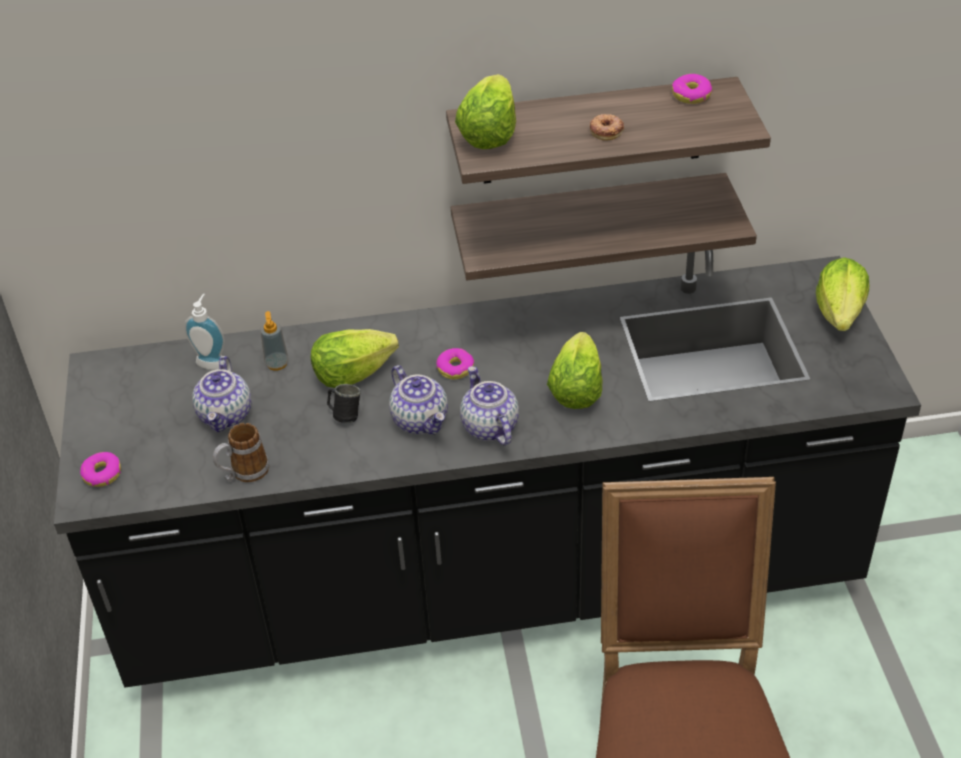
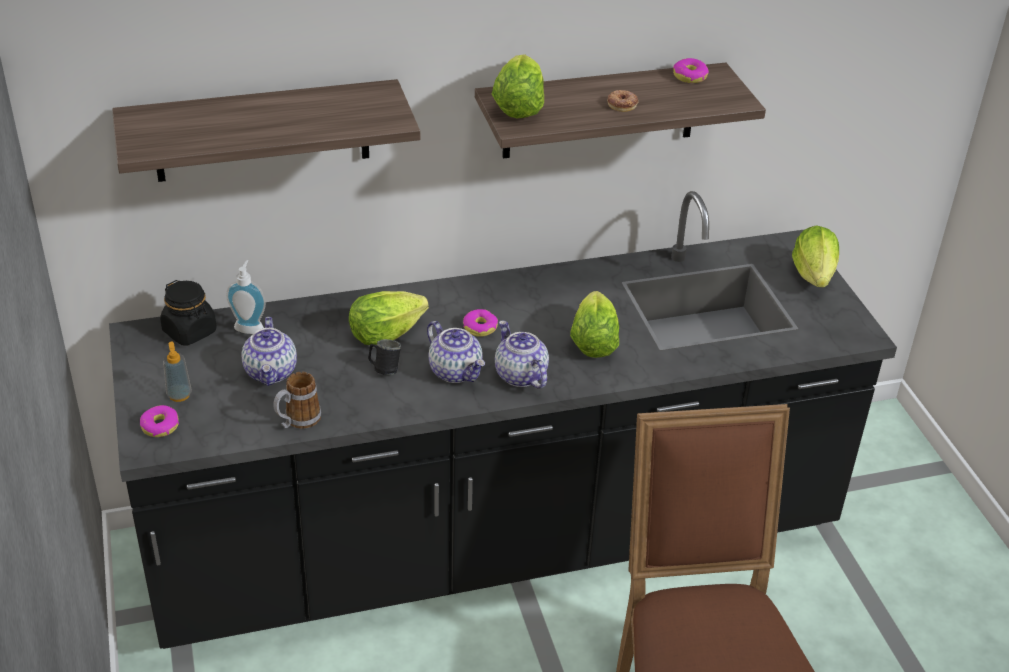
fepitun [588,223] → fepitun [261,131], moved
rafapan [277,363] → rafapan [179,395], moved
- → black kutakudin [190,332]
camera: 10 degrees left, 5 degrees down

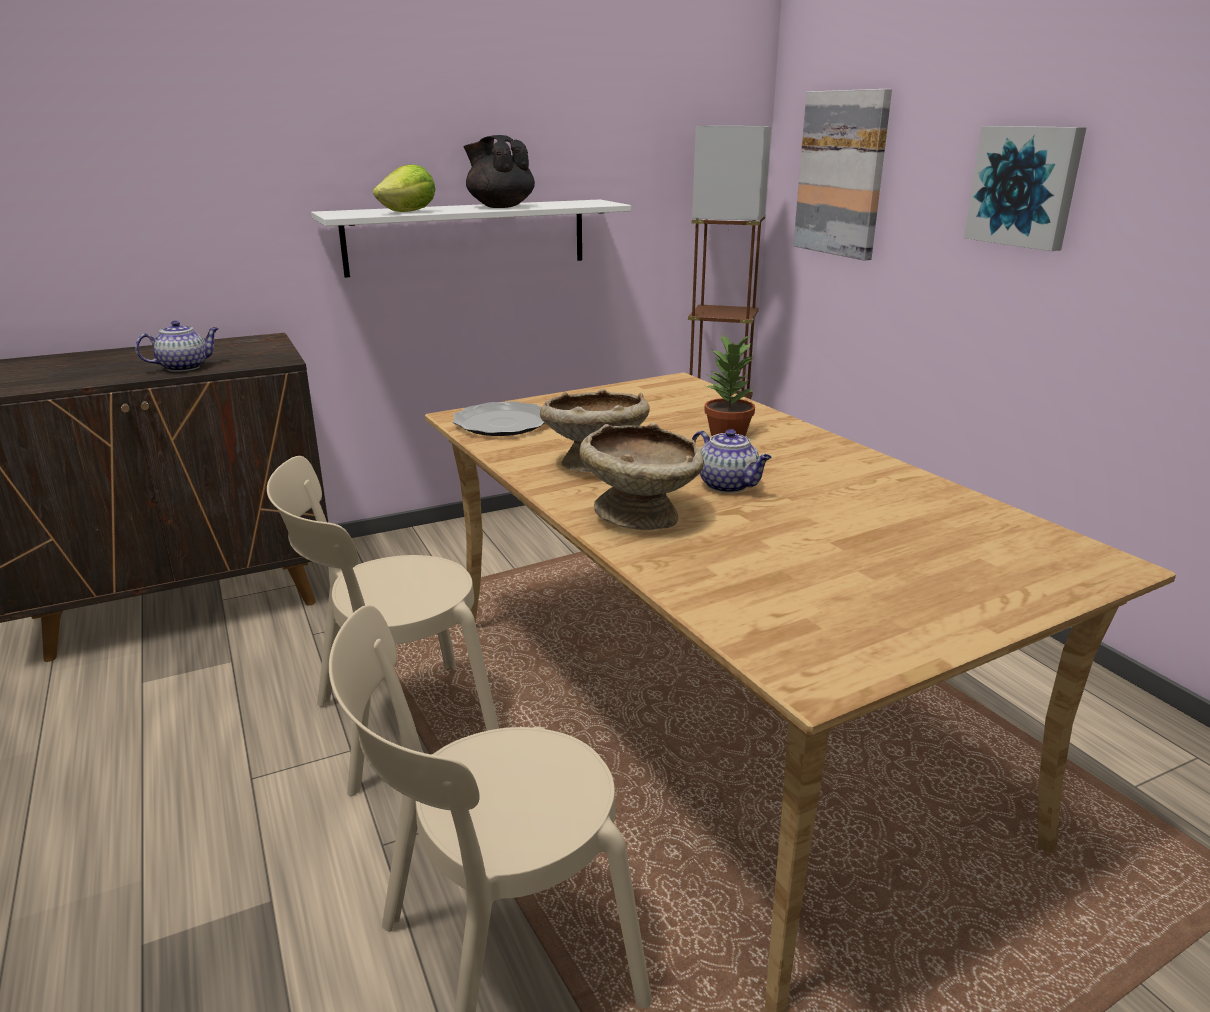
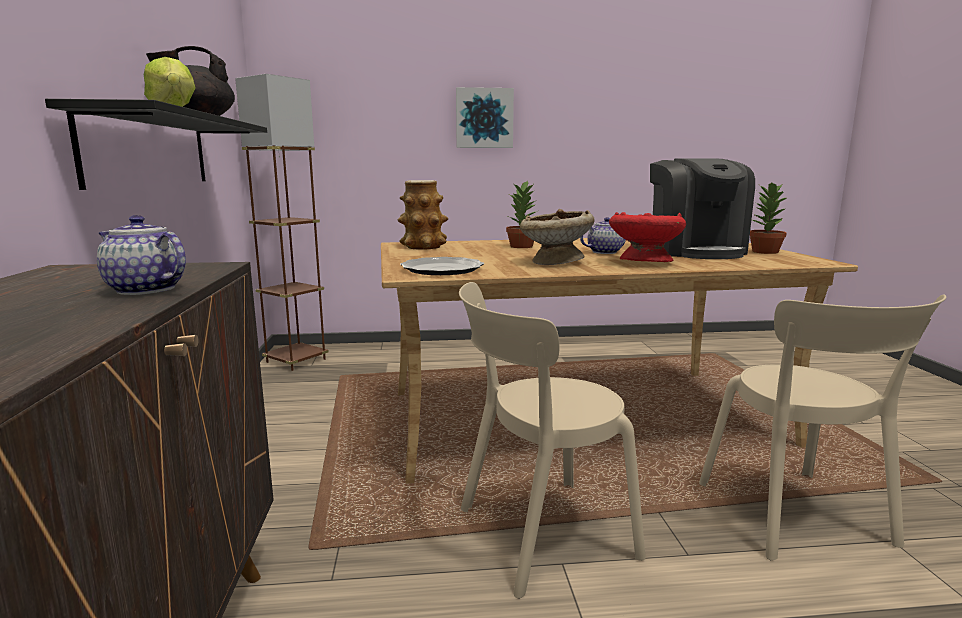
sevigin [842,174] → -
white fepitun [467,237] → black fepitun [150,151]
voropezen [184,367] → voropezen [144,289], 45 degrees counterclockwise
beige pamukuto [641,515] → red pamukuto [643,262]
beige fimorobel [396,727] → beige fimorobel [538,535], 75 degrees clockwise
- → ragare [695,251]
- → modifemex [423,247]
- → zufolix [764,252]
camera: 70 degrees left, 10 degrees down

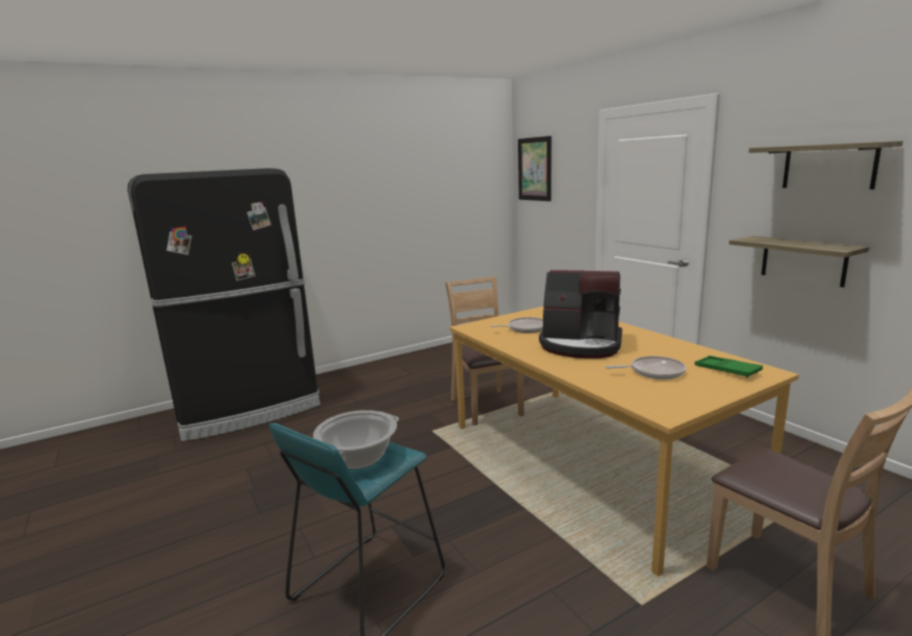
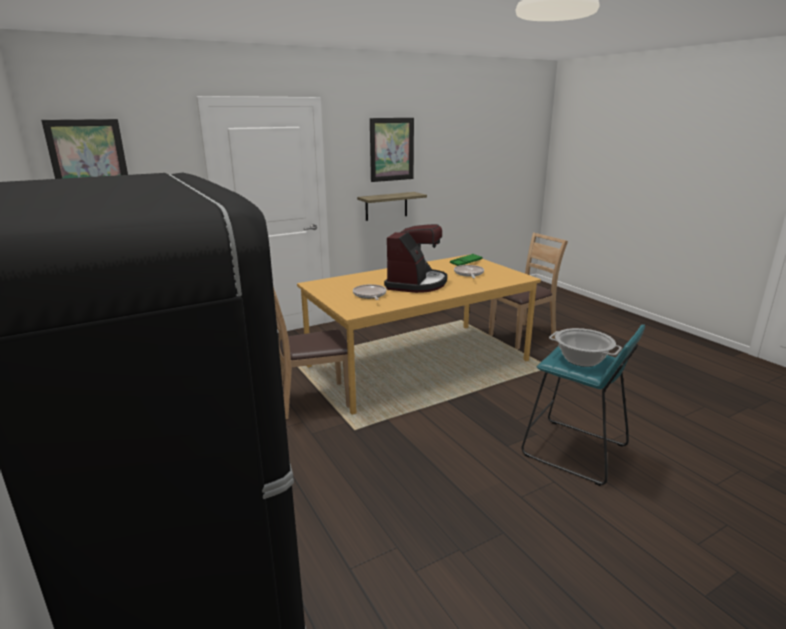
fepitun [829,166] → sevigin [392,149]
camera: 90 degrees left, 5 degrees up

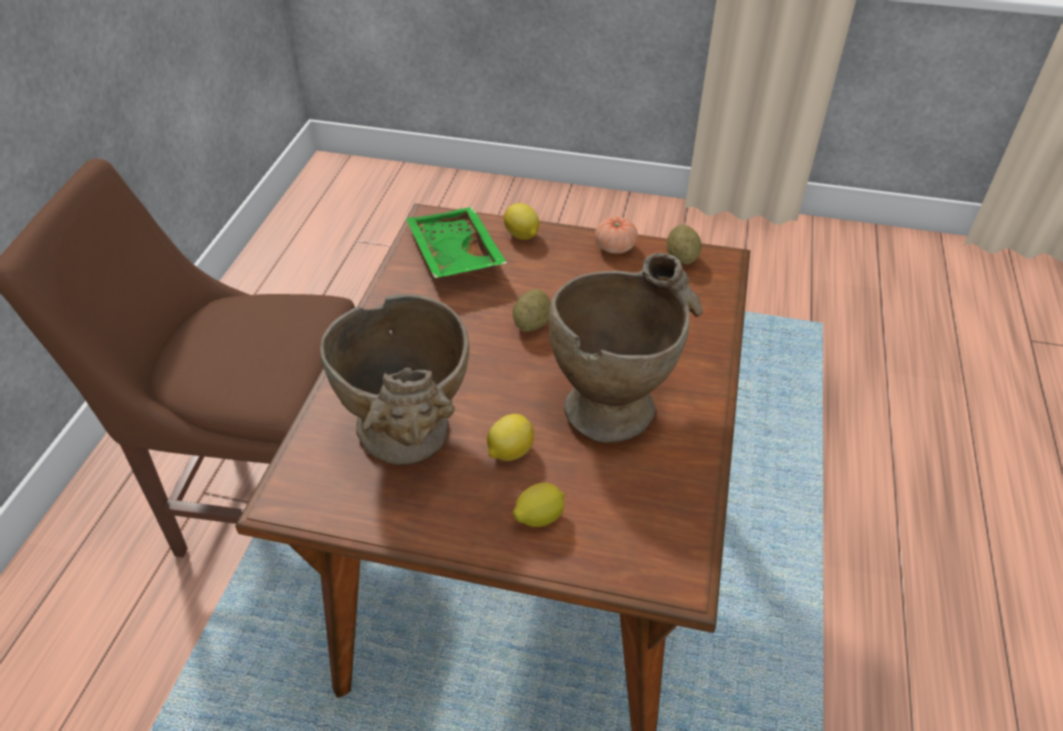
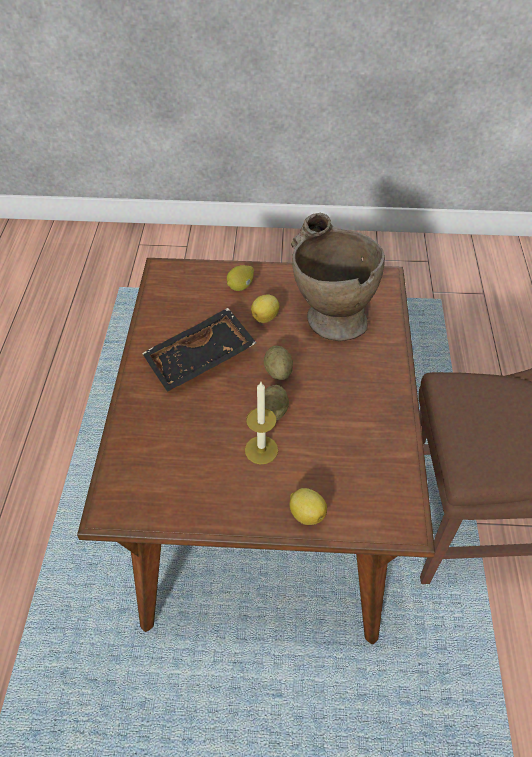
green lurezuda [453,255] → -
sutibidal [615,247] → -
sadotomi [681,257] → sadotomi [278,371], moved
beige modifemex [617,398] → black lurezuda [201,359]
- → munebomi [261,450]
camera: 170 degrees right, 5 degrees up

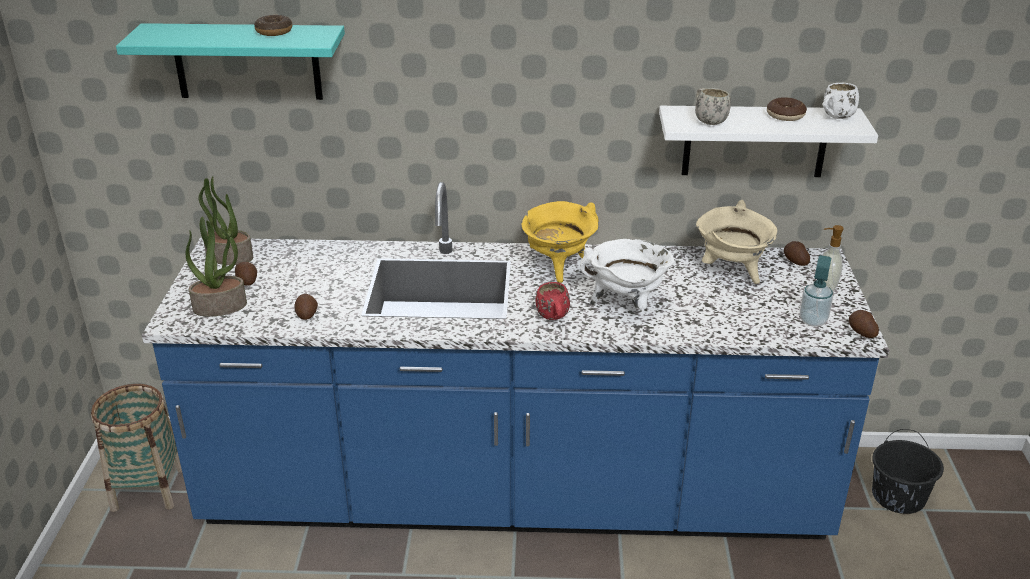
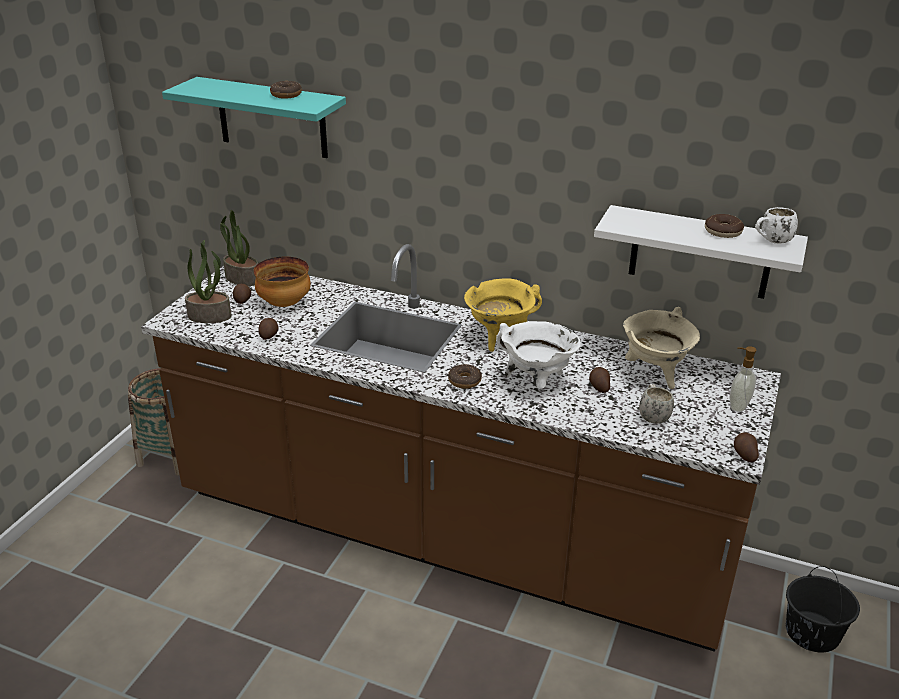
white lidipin [707,120] → white lidipin [652,416], moved
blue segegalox [515,498] → brown segegalox [447,537]
sadotomi [795,261] → sadotomi [599,387], moved
rafapan [813,321] → -
red lidipin [554,319] → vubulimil [464,381]
- → pamukuto [284,304]
camera: 20 degrees right, 0 degrees up

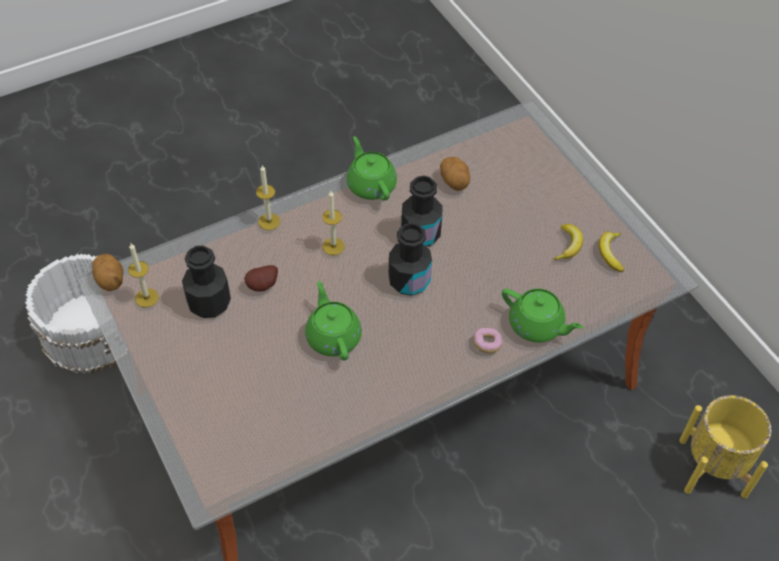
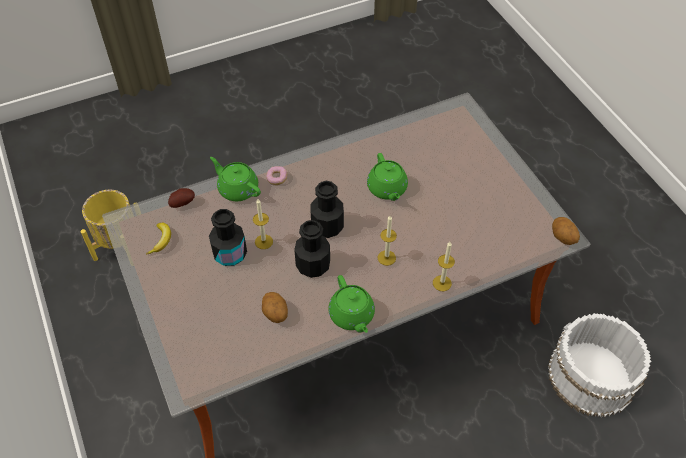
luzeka [568,245] → -
munebomi [146,298] → munebomi [264,241], moved
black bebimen [209,303] → black bebimen [230,254], moved
sadotomi [263,286] → sadotomi [182,203], moved
camera: 175 degrees left, 0 degrees up

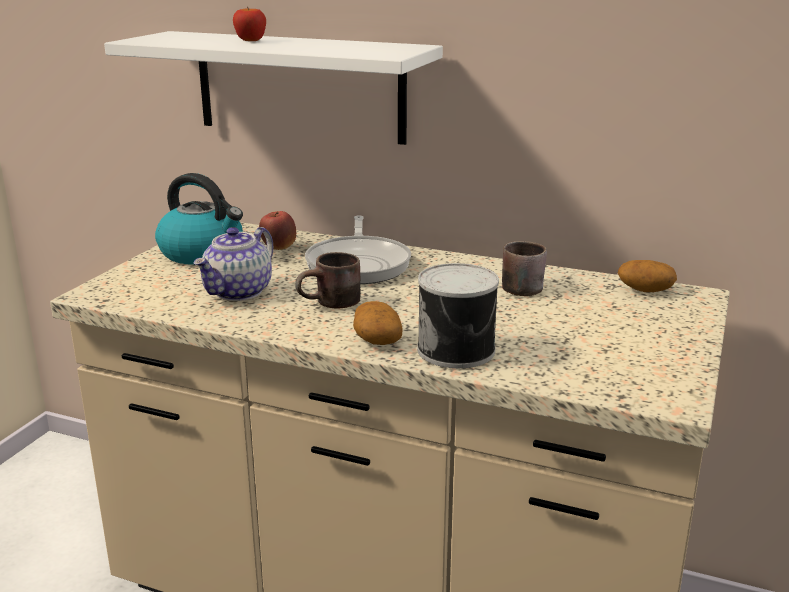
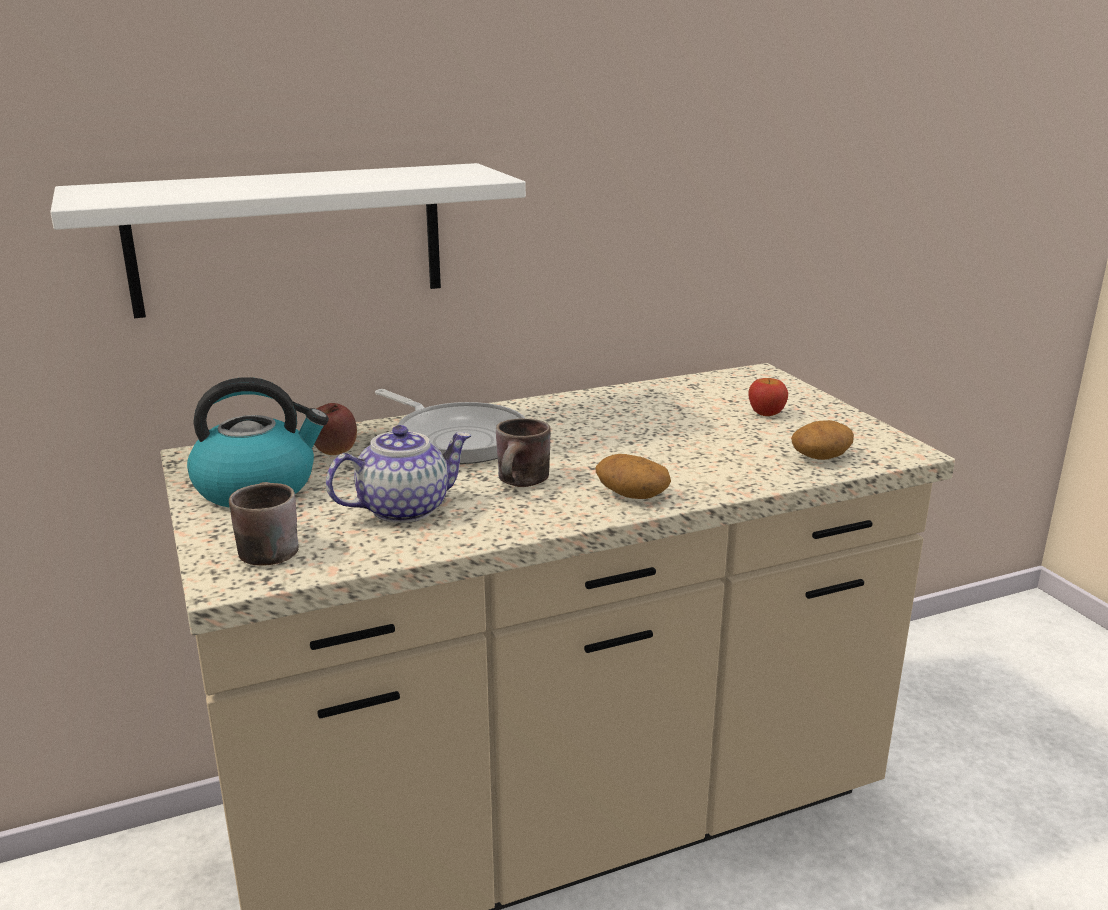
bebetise [250,40] → bebetise [766,414], moved
voropezen [239,292] → voropezen [404,508], 105 degrees counterclockwise
brown lidipin [522,286] → brown lidipin [264,548], moved
sadotomi [645,290] → sadotomi [820,457], moved
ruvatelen [458,350] → -
camera: 45 degrees left, 0 degrees up

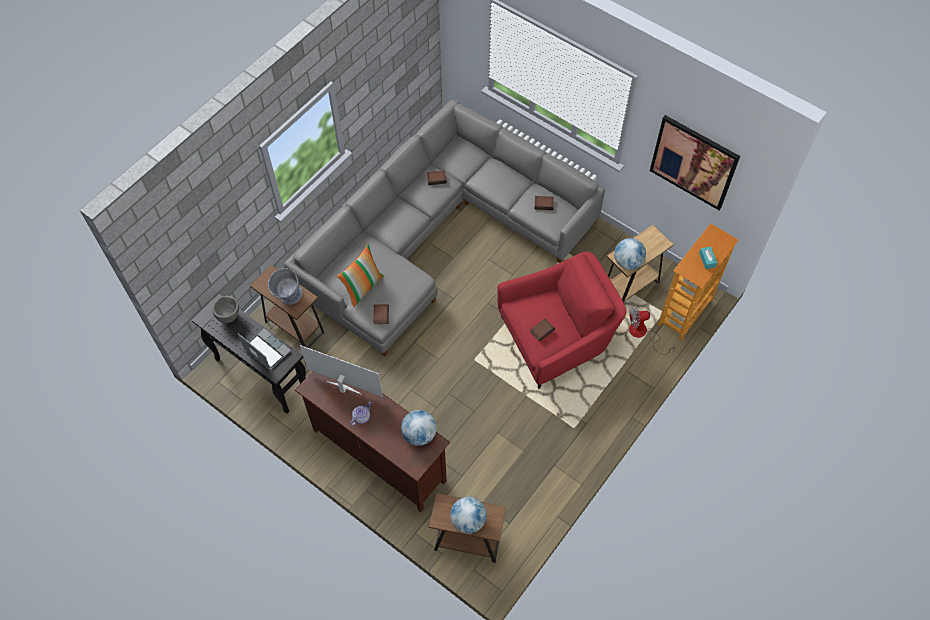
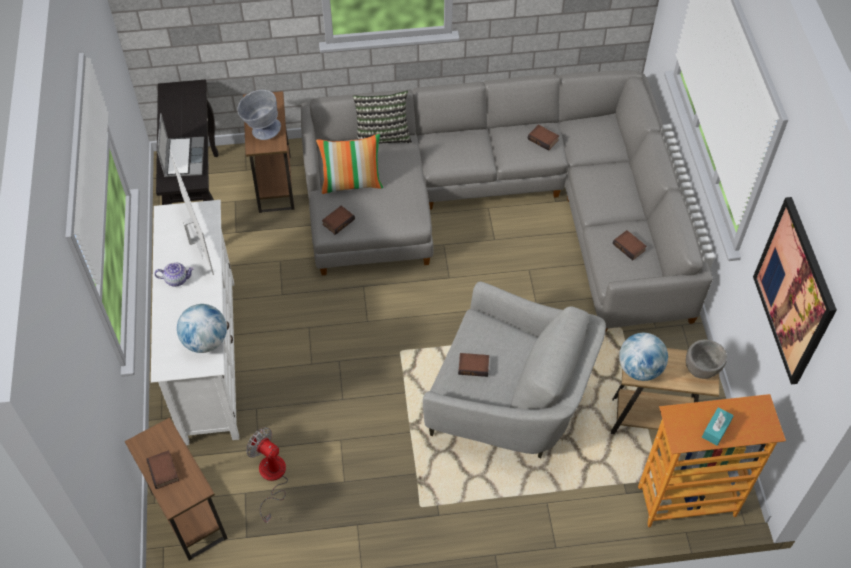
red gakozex [557,337] → grey gakozex [509,402]
grey pamukuto [229,317] → grey pamukuto [701,371], moved
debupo [643,334] → debupo [271,478], moved
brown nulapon [378,455] → white nulapon [208,359]
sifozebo [468,520] → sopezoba [164,471]
- → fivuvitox [382,135]
camera: 45 degrees right, 5 degrees down

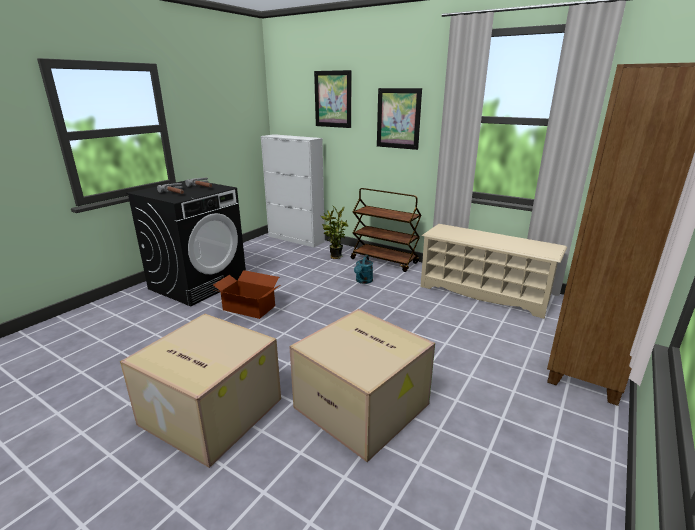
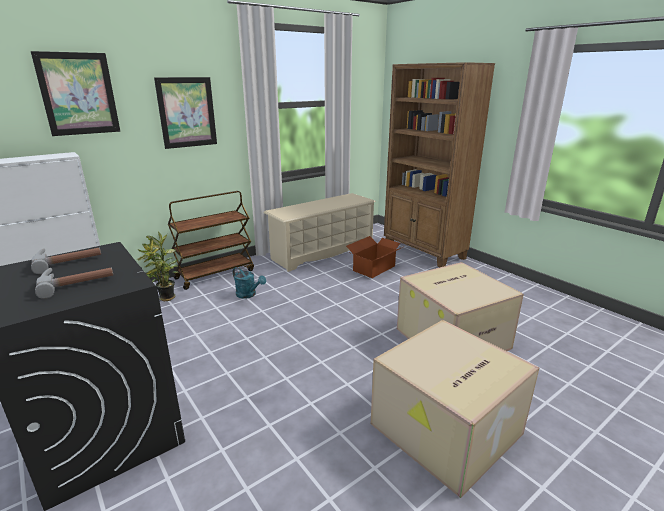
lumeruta [249,307] → lumeruta [373,268], moved
camera: 70 degrees left, 0 degrees up

